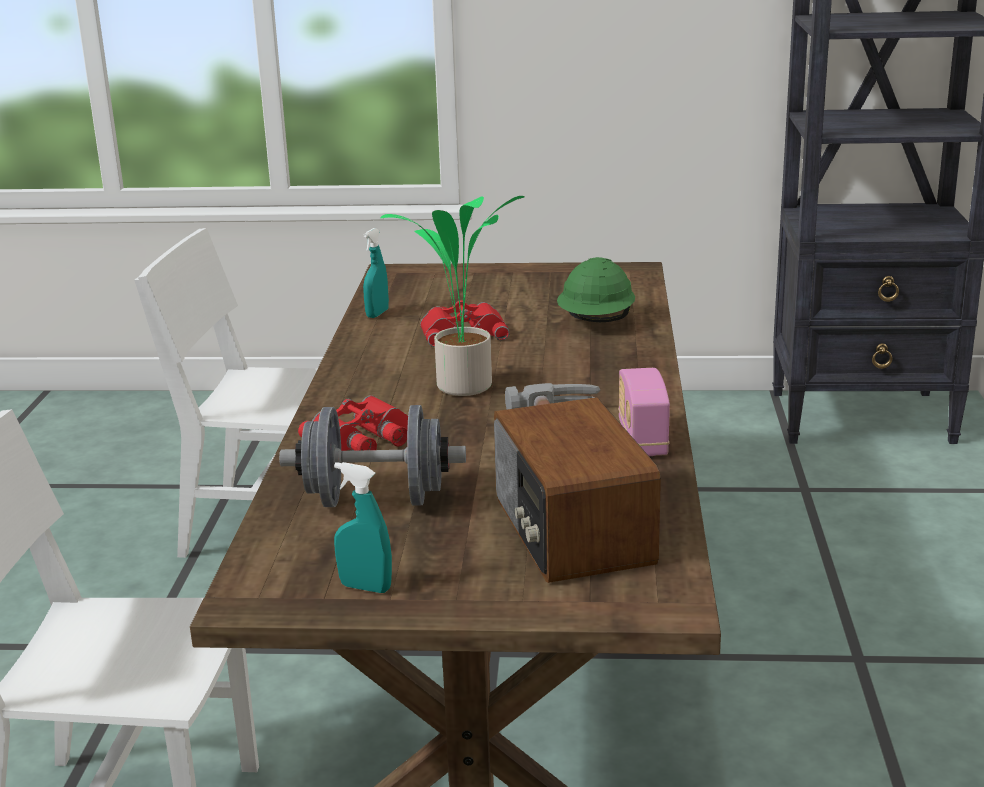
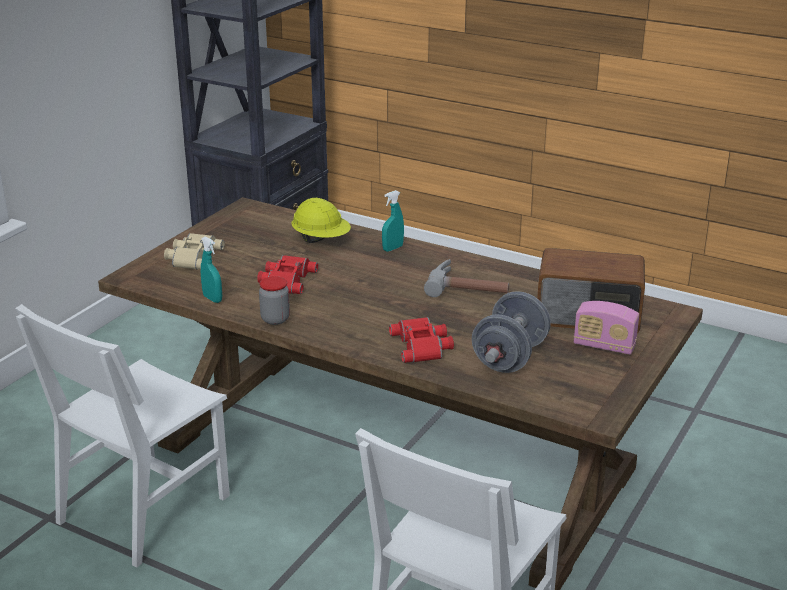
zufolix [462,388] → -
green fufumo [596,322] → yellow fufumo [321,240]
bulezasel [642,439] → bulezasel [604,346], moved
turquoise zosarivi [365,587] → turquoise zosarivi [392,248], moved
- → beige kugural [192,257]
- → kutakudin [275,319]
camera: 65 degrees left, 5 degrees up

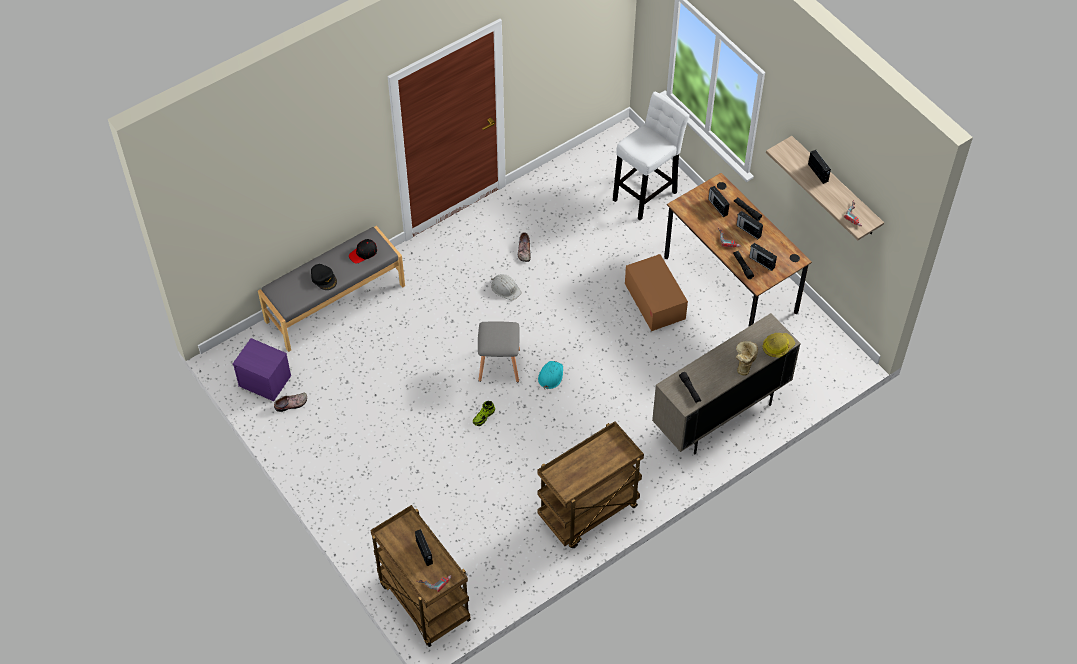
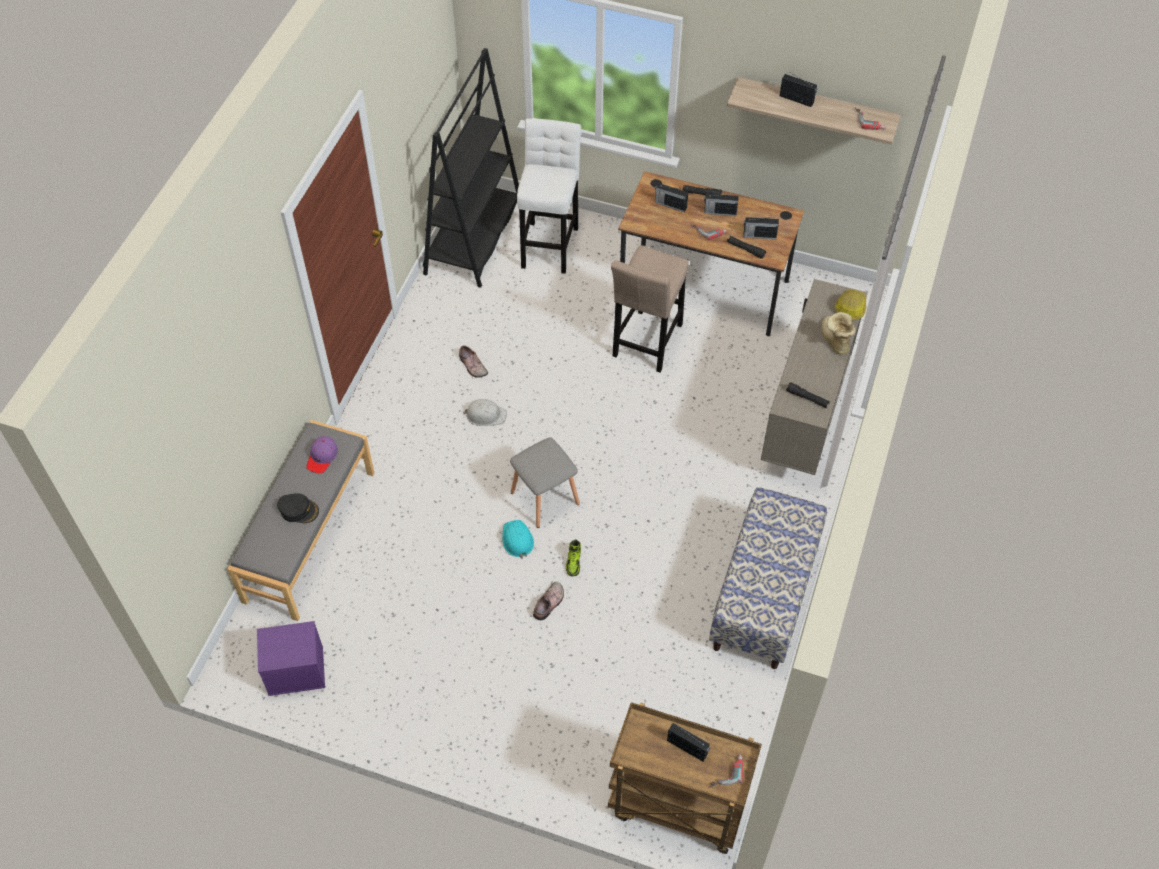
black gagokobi [363,253] → purple gagokobi [322,457]
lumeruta [654,301] → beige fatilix [646,344]
turquoise fufumo [550,376] → turquoise fufumo [517,540], moved
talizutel [291,404] → talizutel [549,603], moved
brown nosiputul [588,513] → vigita [764,596]
- → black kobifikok [474,239]
camera: 35 degrees left, 0 degrees up

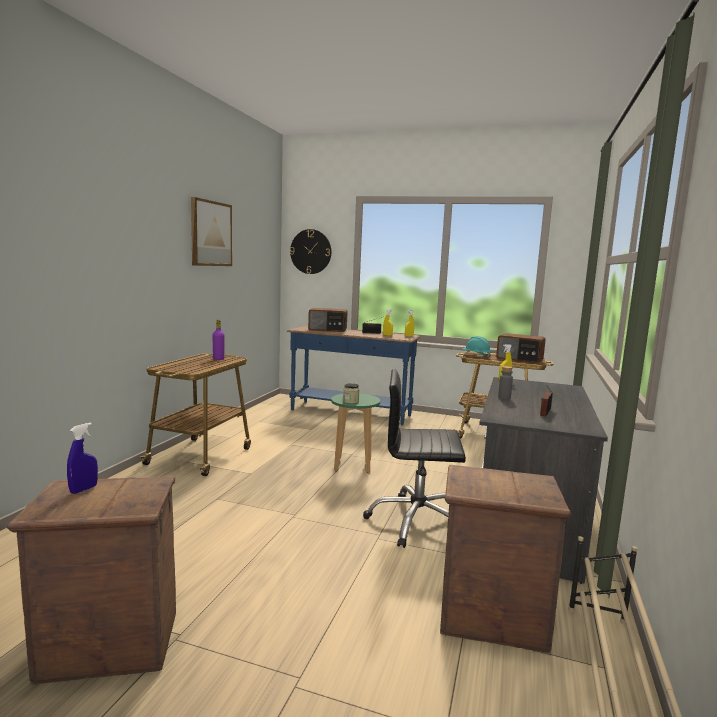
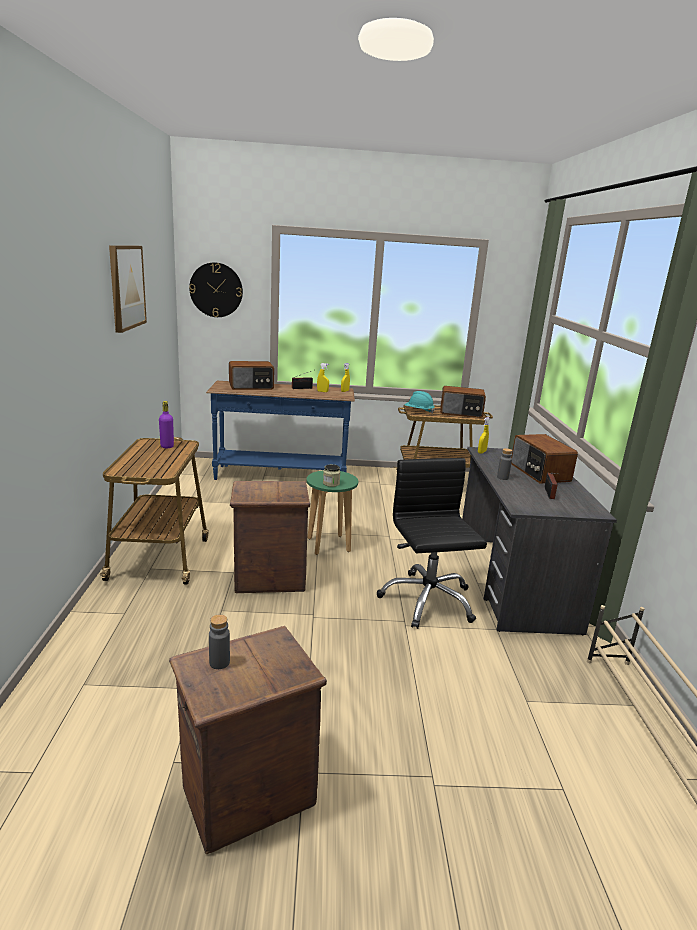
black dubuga [416,522] → black dubuga [427,600], 90 degrees clockwise
blue zosarivi [83,489] → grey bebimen [219,662]
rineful [490,618] → rineful [269,579], moved
- → bulezasel [539,473]
camera: 20 degrees left, 10 degrees up

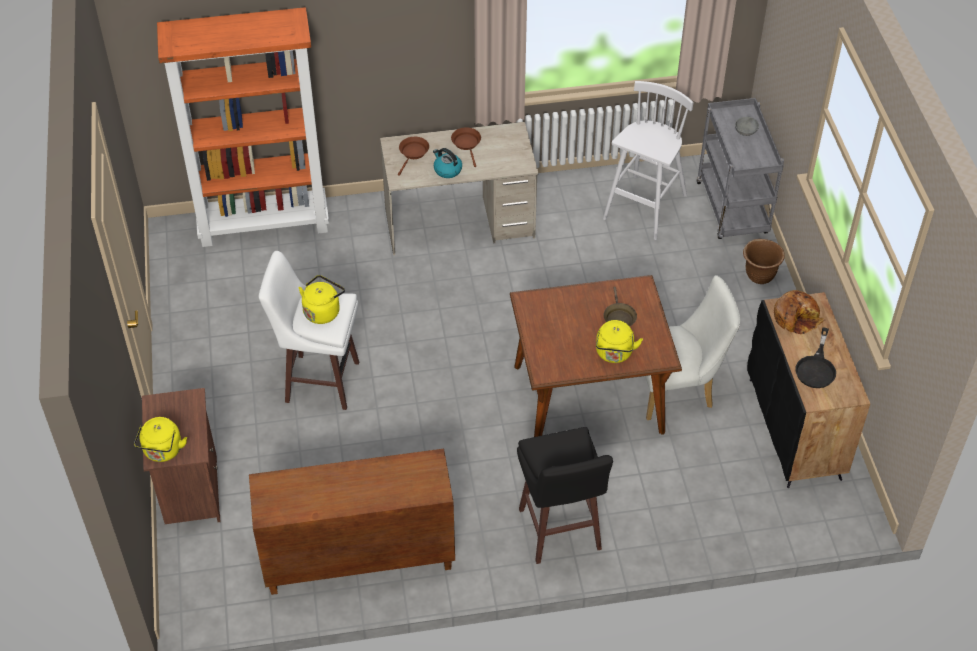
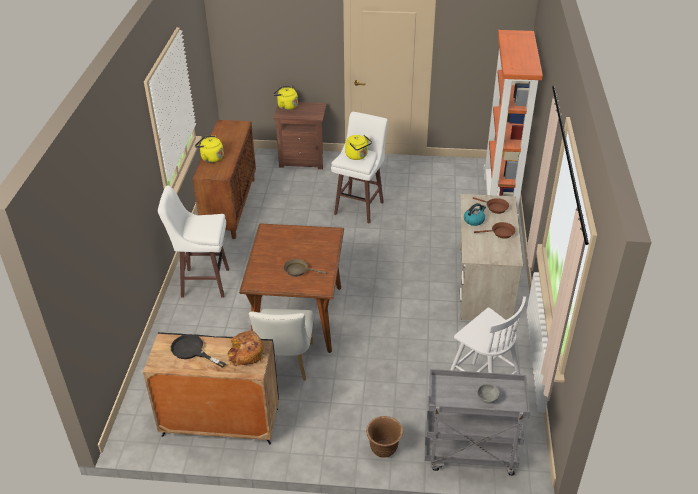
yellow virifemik [614,354] → yellow virifemik [211,158], moved
black fatilix [559,532] → white fatilix [203,282]
camera: 105 degrees right, 10 degrees down

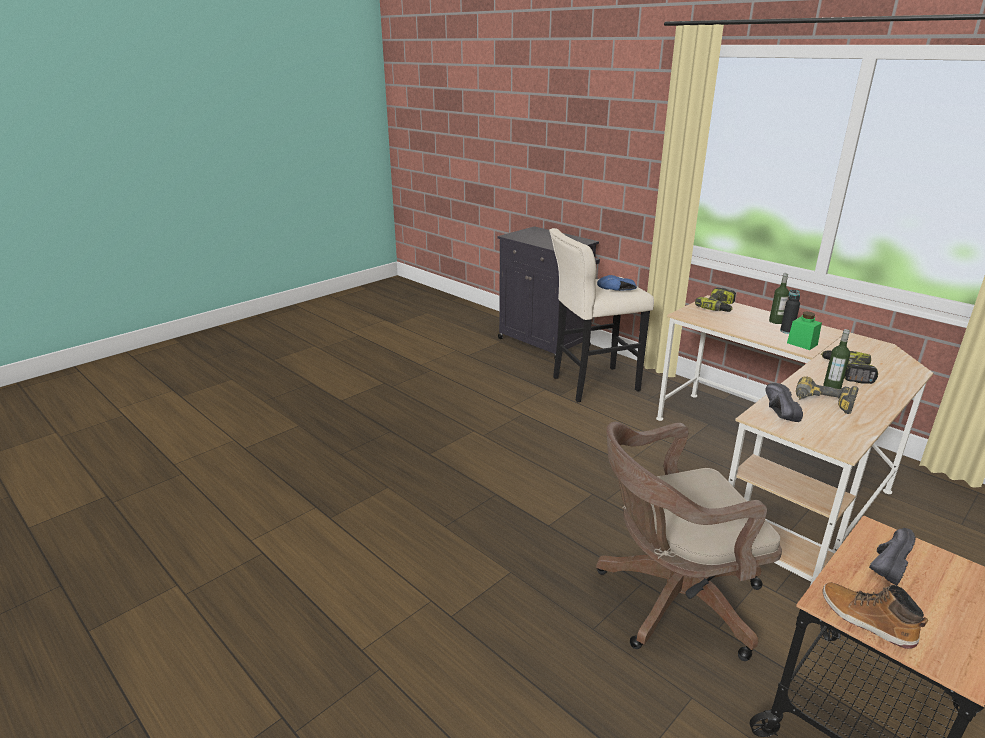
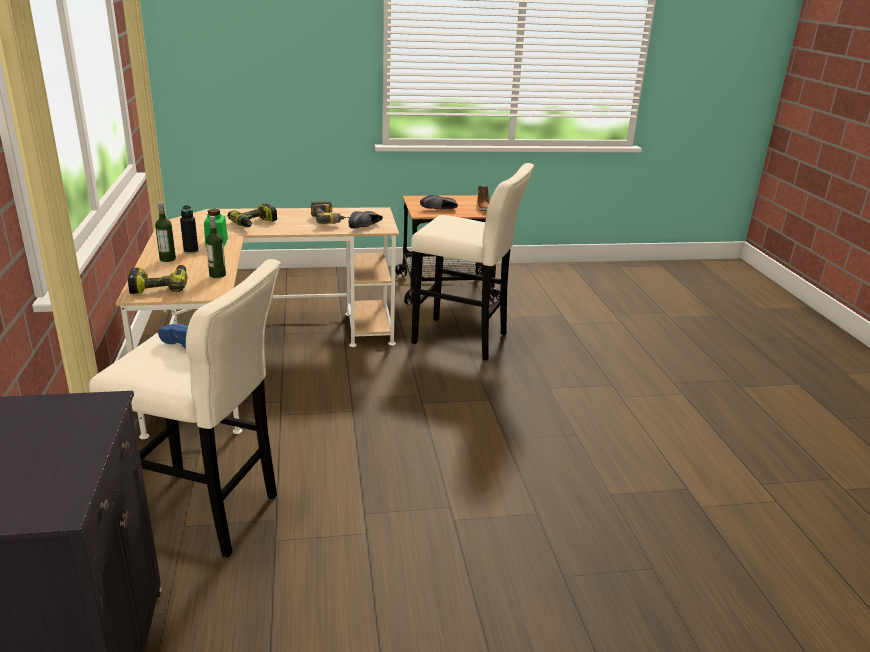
bebimen [832,387] → bebimen [217,275], moved
brown dubuga [671,600] → beige fatilix [464,340]
camera: 145 degrees left, 0 degrees up

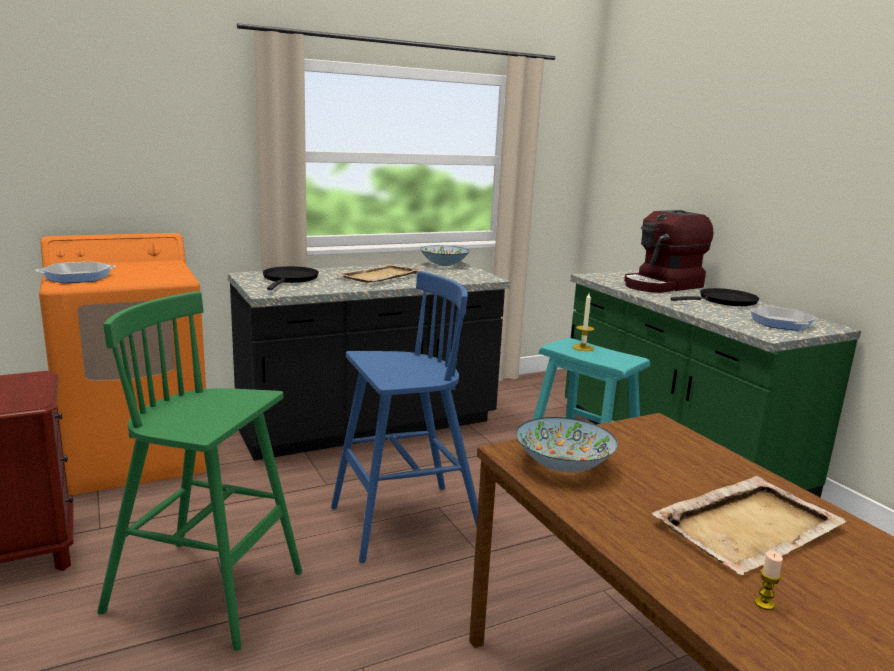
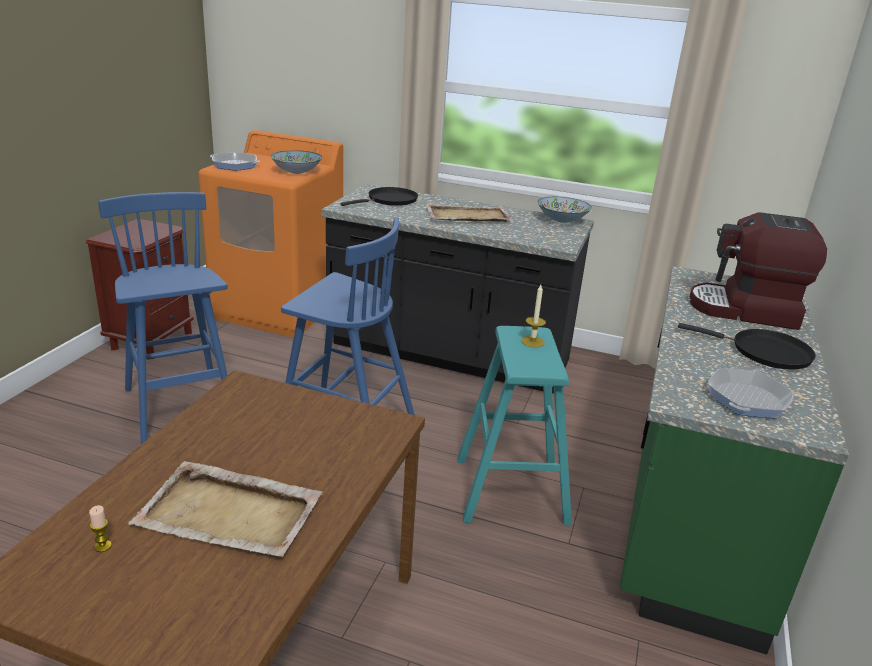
green fatilix [209,592] → blue fatilix [181,409]
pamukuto [562,465] → pamukuto [296,172], moved
camera: 45 degrees right, 10 degrees up

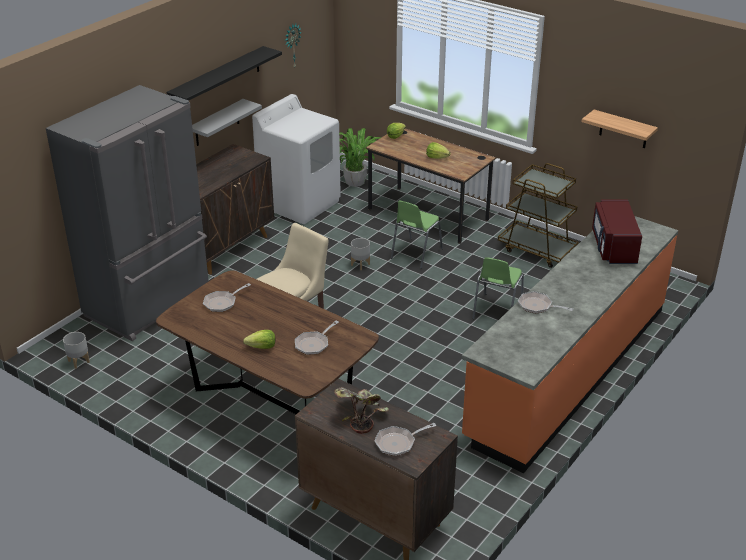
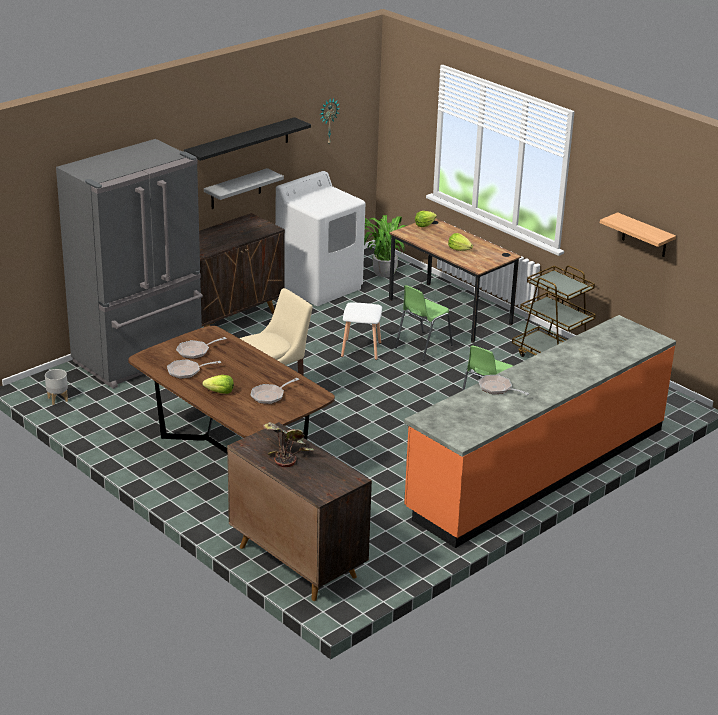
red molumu [613,247] → -
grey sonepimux [360,264] → white fatilix [362,349]
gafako [398,443] → gafako [186,371], moved
camera: 10 degrees right, 5 degrees down

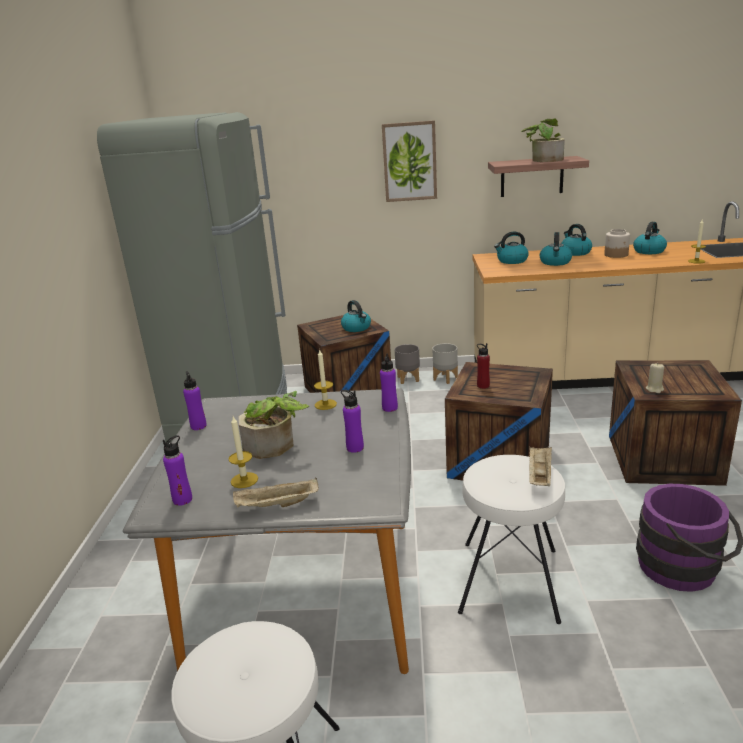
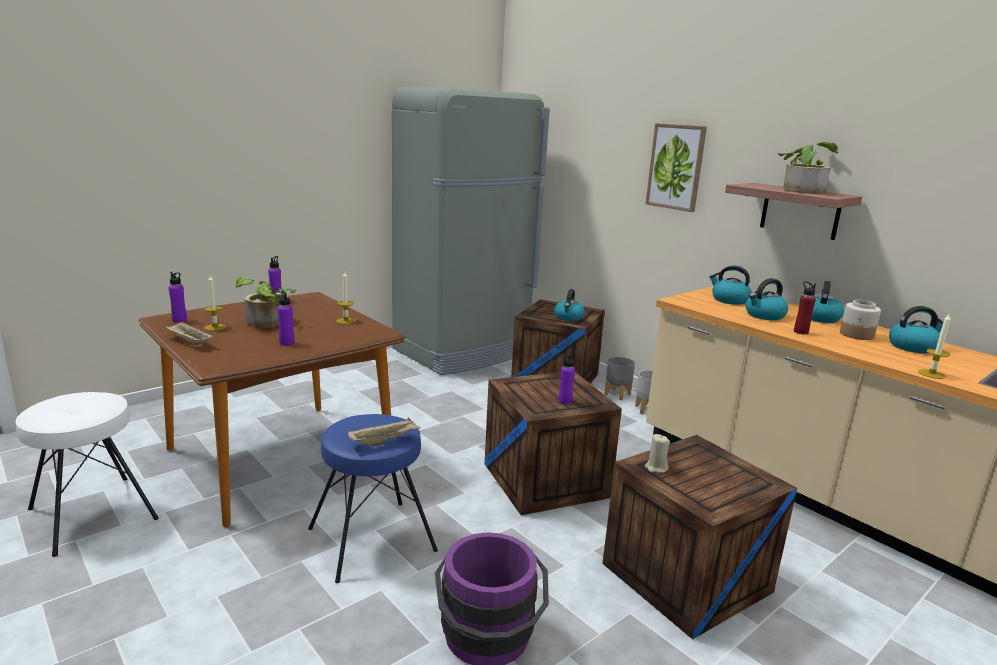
red bebimen [483,386] → red bebimen [800,332], moved
purple bebimen [389,408] → purple bebimen [565,401], moved
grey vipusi [306,594] → brown vipusi [278,459]
white fatilix [510,580] → blue fatilix [372,540]
camera: 45 degrees right, 5 degrees down

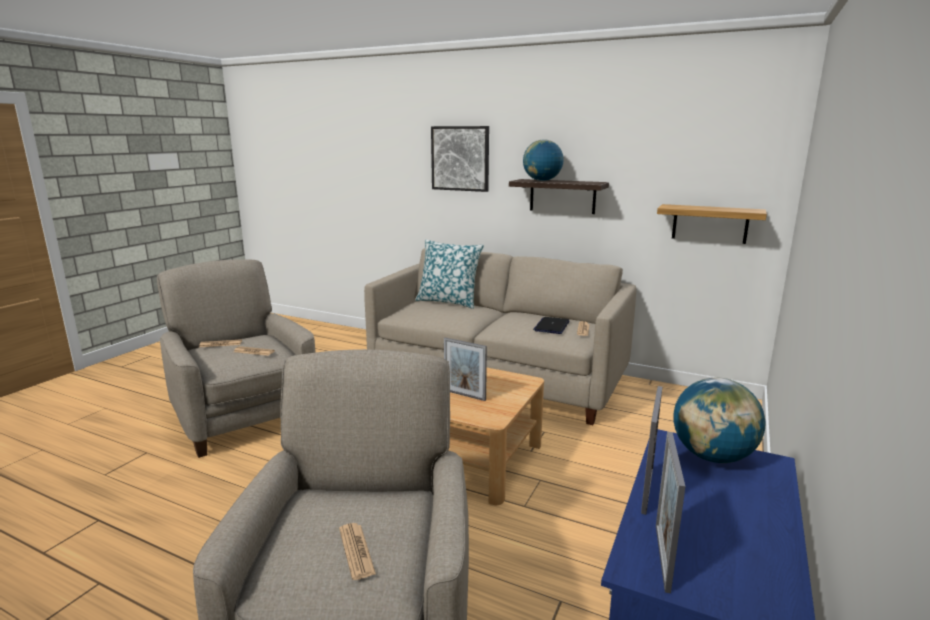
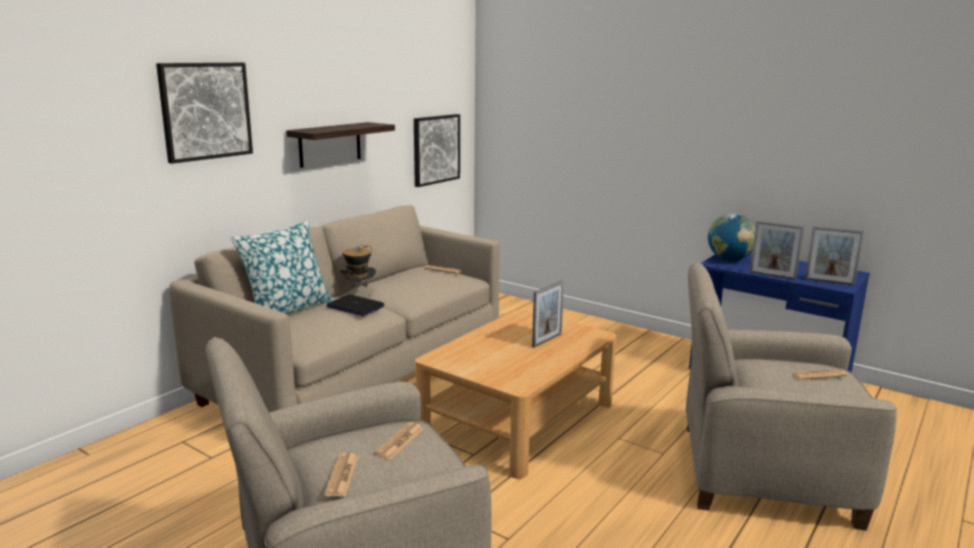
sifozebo [542,181] → -
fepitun [710,224] → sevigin [436,149]
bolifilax [551,326] → bolifilax [355,307], moved
- → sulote [358,292]
camera: 80 degrees left, 0 degrees up

